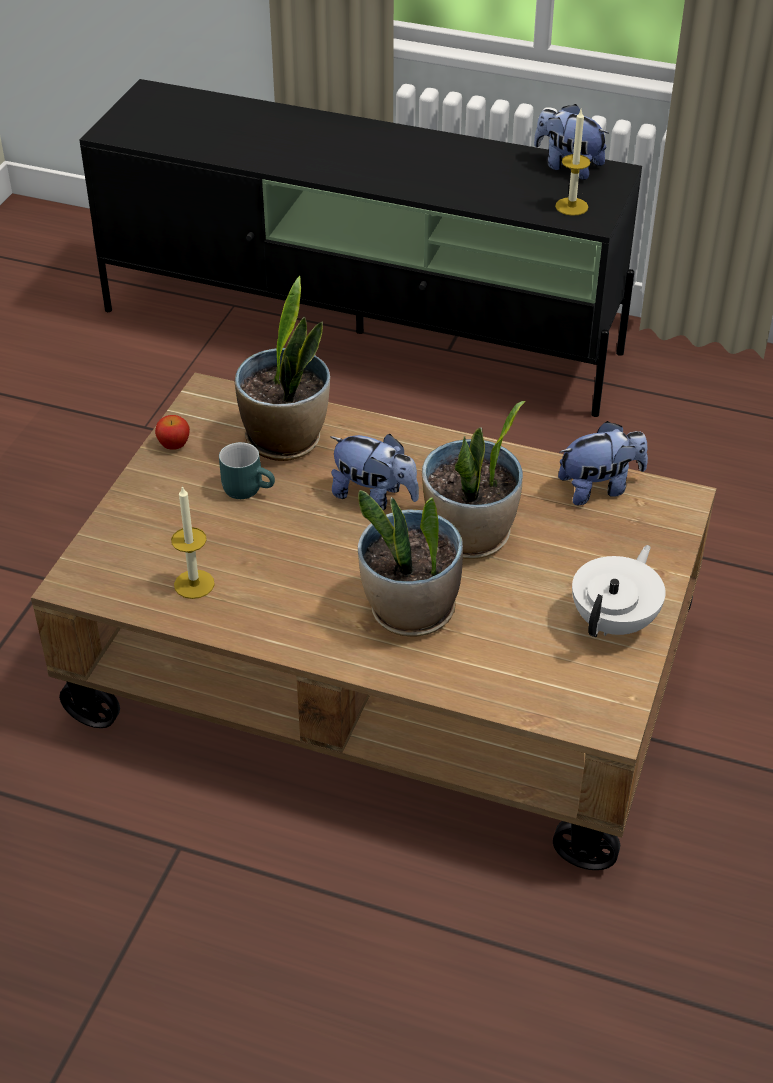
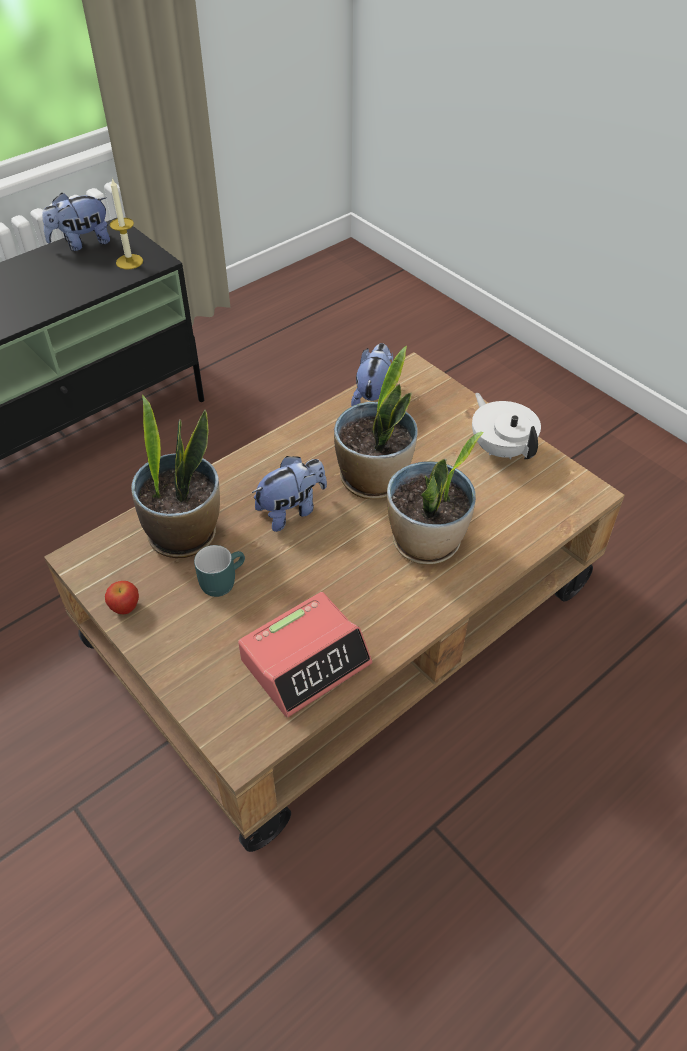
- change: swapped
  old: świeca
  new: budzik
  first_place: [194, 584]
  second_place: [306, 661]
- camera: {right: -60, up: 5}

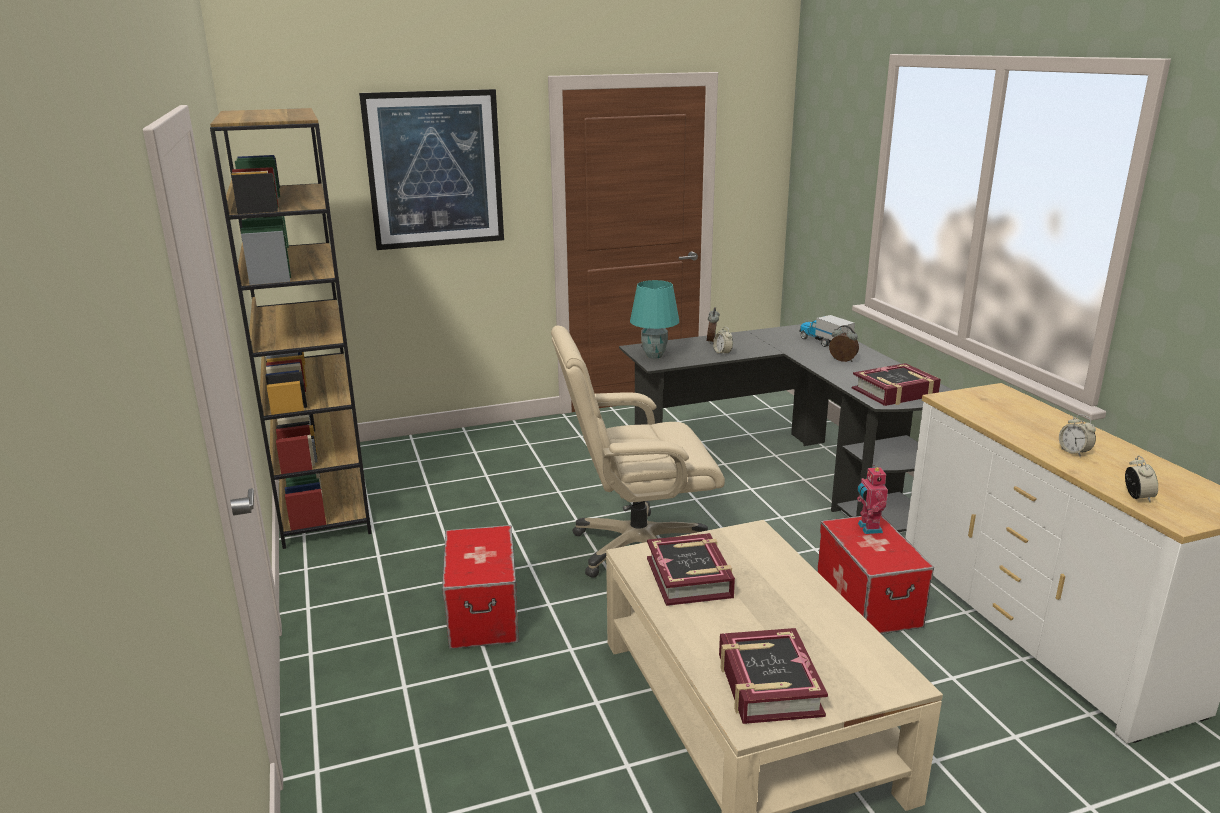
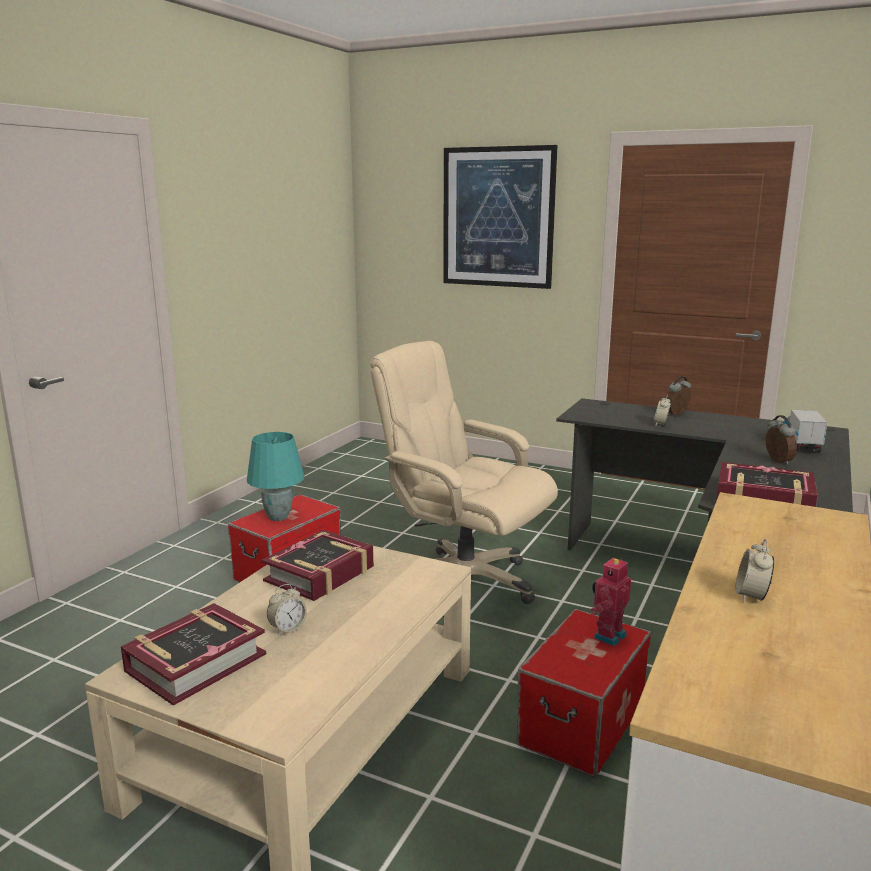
- change: gone
  old: regał (brązowy)
  first_place: [322, 503]
- change: shifted
  old: lampa stołowa (turkusowy)
  first_place: [653, 356]
  second_place: [277, 517]
- change: shifted
  old: budzik
  first_place: [1137, 497]
  second_place: [287, 629]
- camera: {right: 45, up: -5}

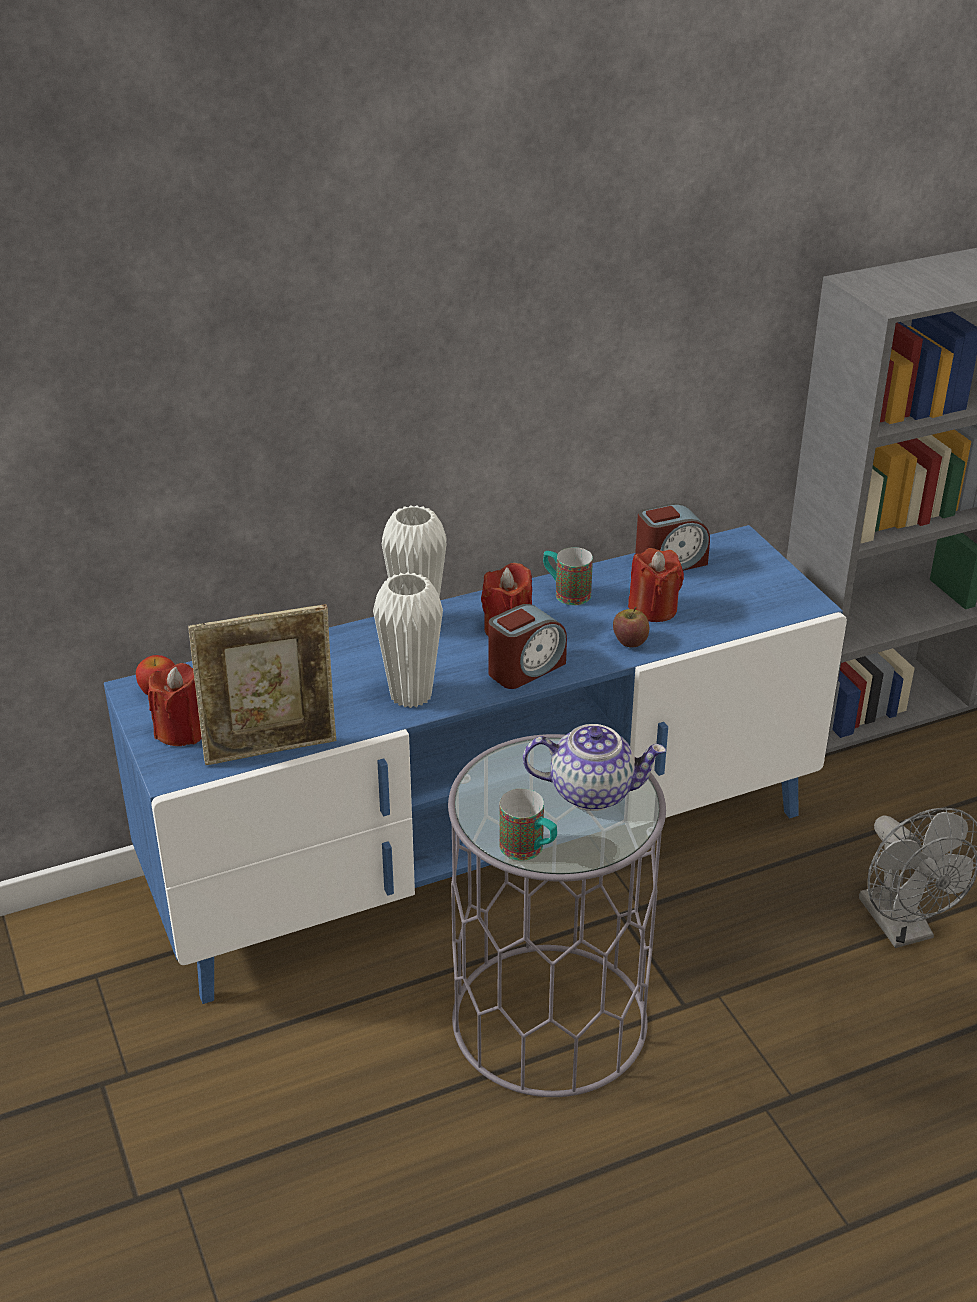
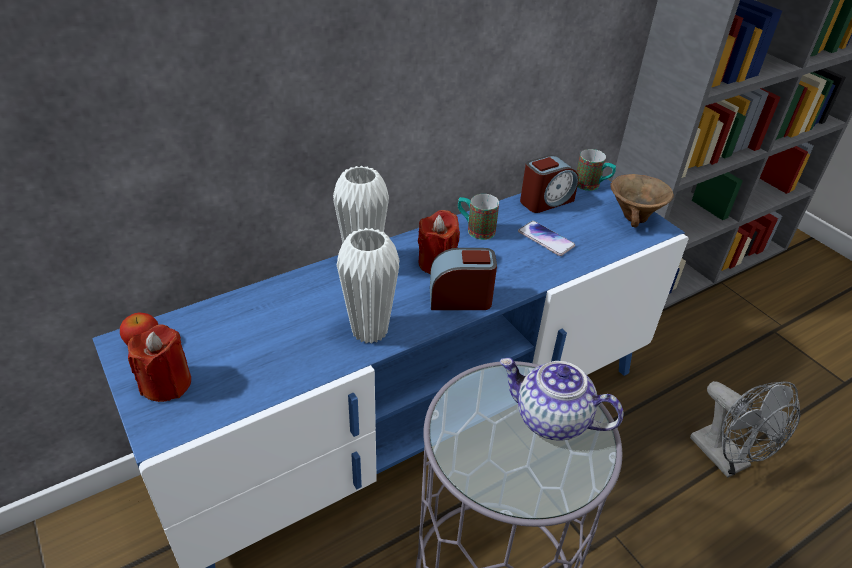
- change: swapped
  old: świeca (czerwony)
  new: telefon
  first_place: [653, 609]
  second_place: [545, 239]
- change: gone
  old: ramka na zdjęcie
  first_place: [271, 748]
- change: rotated
  old: budzik
  first_place: [525, 668]
  second_place: [460, 298]
  degrees: -135
- change: gone
  old: jabłko
  first_place: [630, 641]
- change: rotated
  old: imbryk
  first_place: [592, 791]
  second_place: [551, 419]
  degrees: -150
- change: shifted
  old: kubek
  first_place: [529, 850]
  second_place: [592, 186]
- change: new
  new: miska (brązowy)
  second_place: [634, 218]
- camera: {right: -10, up: 5}

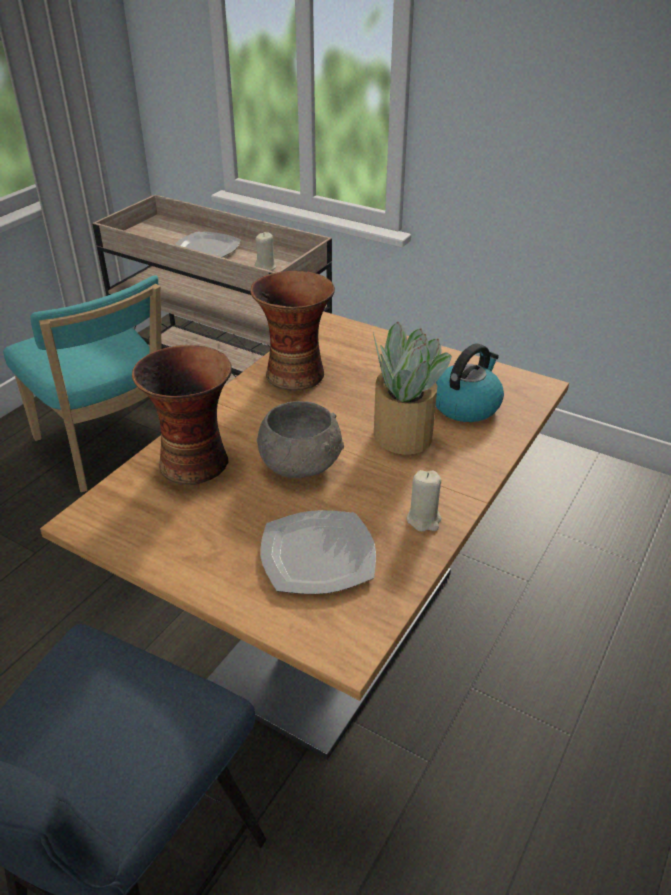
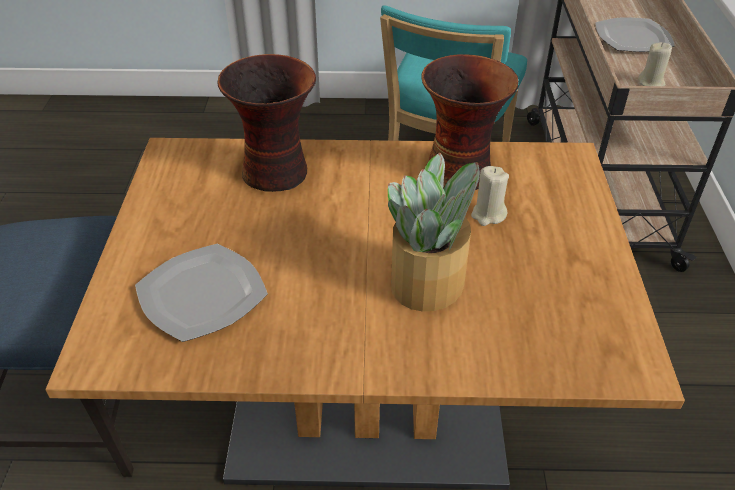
- change: gone
  old: czajnik
  first_place: [466, 405]
- change: gone
  old: miska (szary)
  first_place: [301, 465]
- change: shifted
  old: świeca (beżowy)
  first_place: [424, 519]
  second_place: [488, 215]
- camera: {right: 60, up: 5}

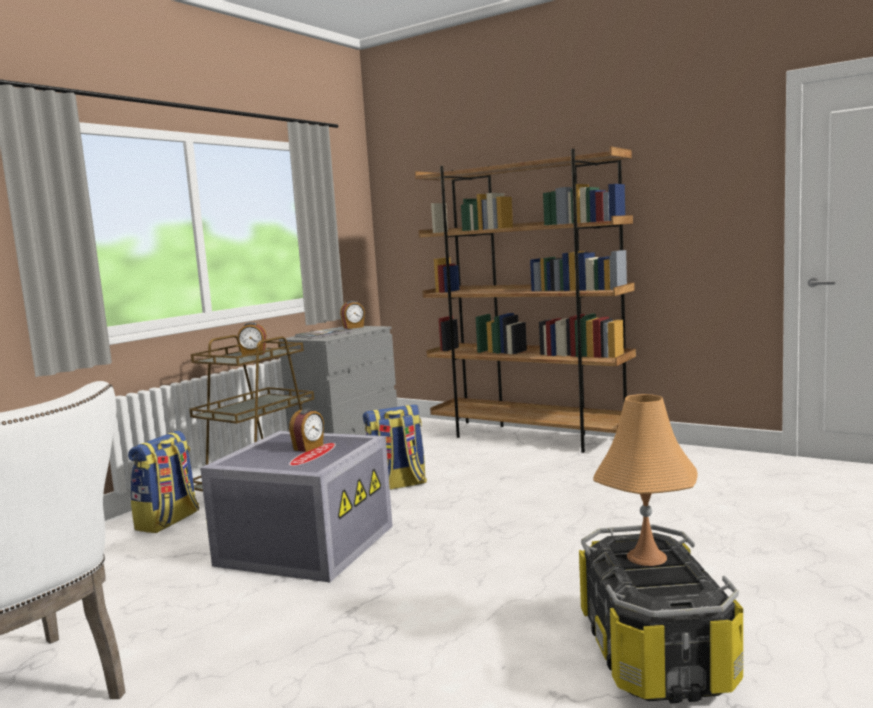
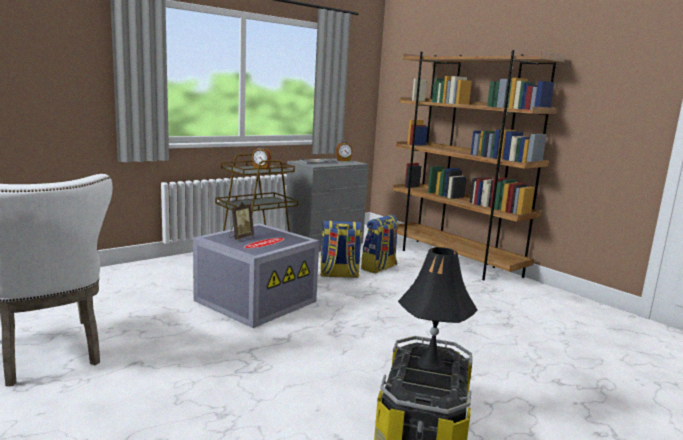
- change: repainted
  old: lampa stołowa (pomarańczowy)
  new: lampa stołowa (czarny)
  first_place: [646, 557]
  second_place: [430, 363]
- change: gone
  old: budzik
  first_place: [309, 447]
- change: shifted
  old: plecak
  first_place: [168, 521]
  second_place: [379, 268]
- change: new
  new: ramka na zdjęcie
  second_place: [240, 237]
- camera: {right: 15, up: 5}

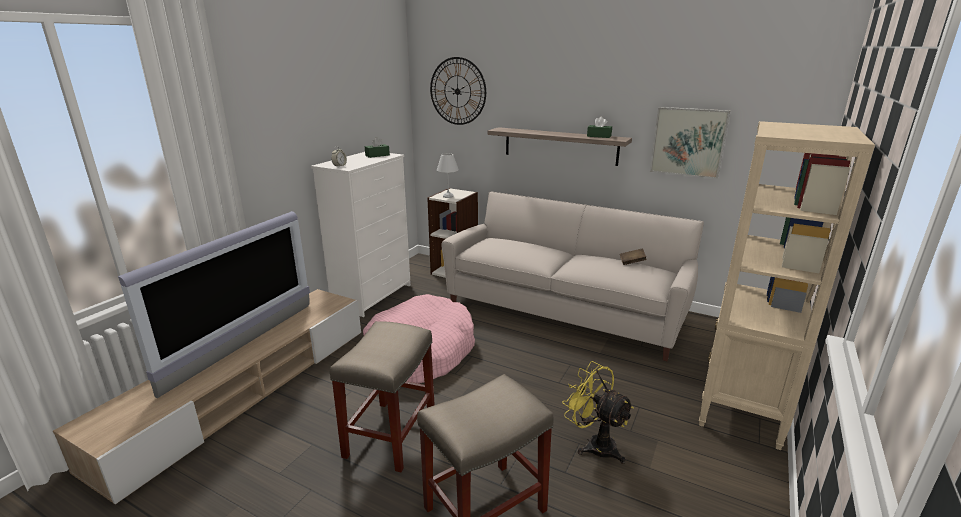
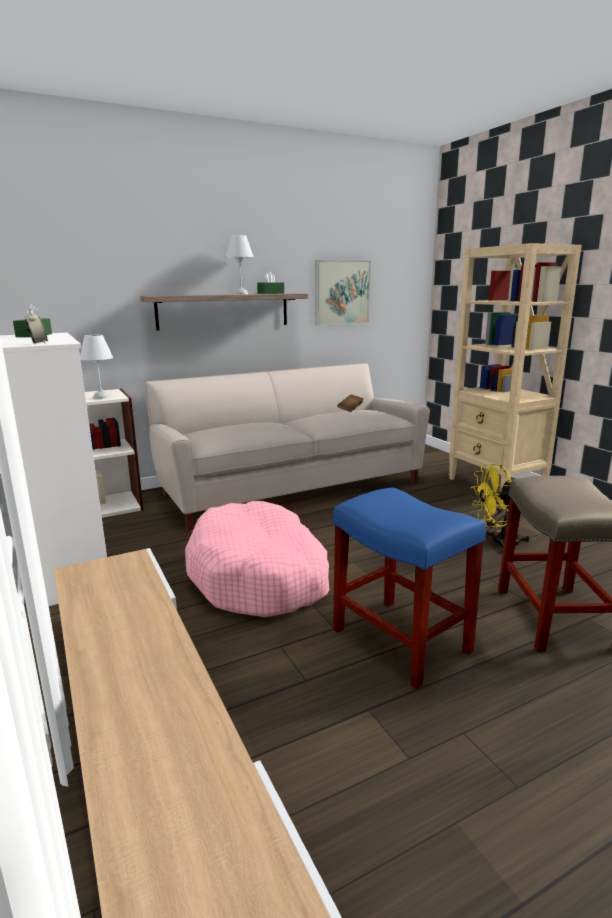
- change: gone
  old: zegar ścienny
  first_place: [457, 91]
- change: gone
  old: telewizor
  first_place: [244, 345]
- change: repainted
  old: stołek (beżowy)
  new: stołek (niebieski)
  first_place: [391, 434]
  second_place: [399, 639]
- change: new
  new: lampa stołowa (biały)
  second_place: [241, 294]
- camera: {right: -55, up: -5}

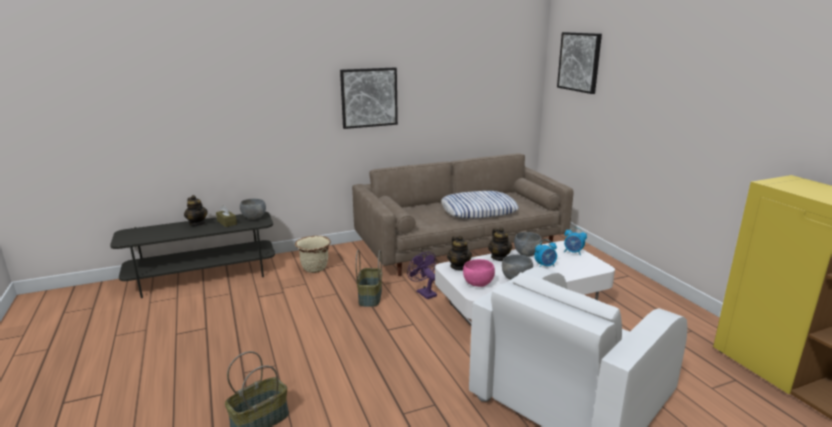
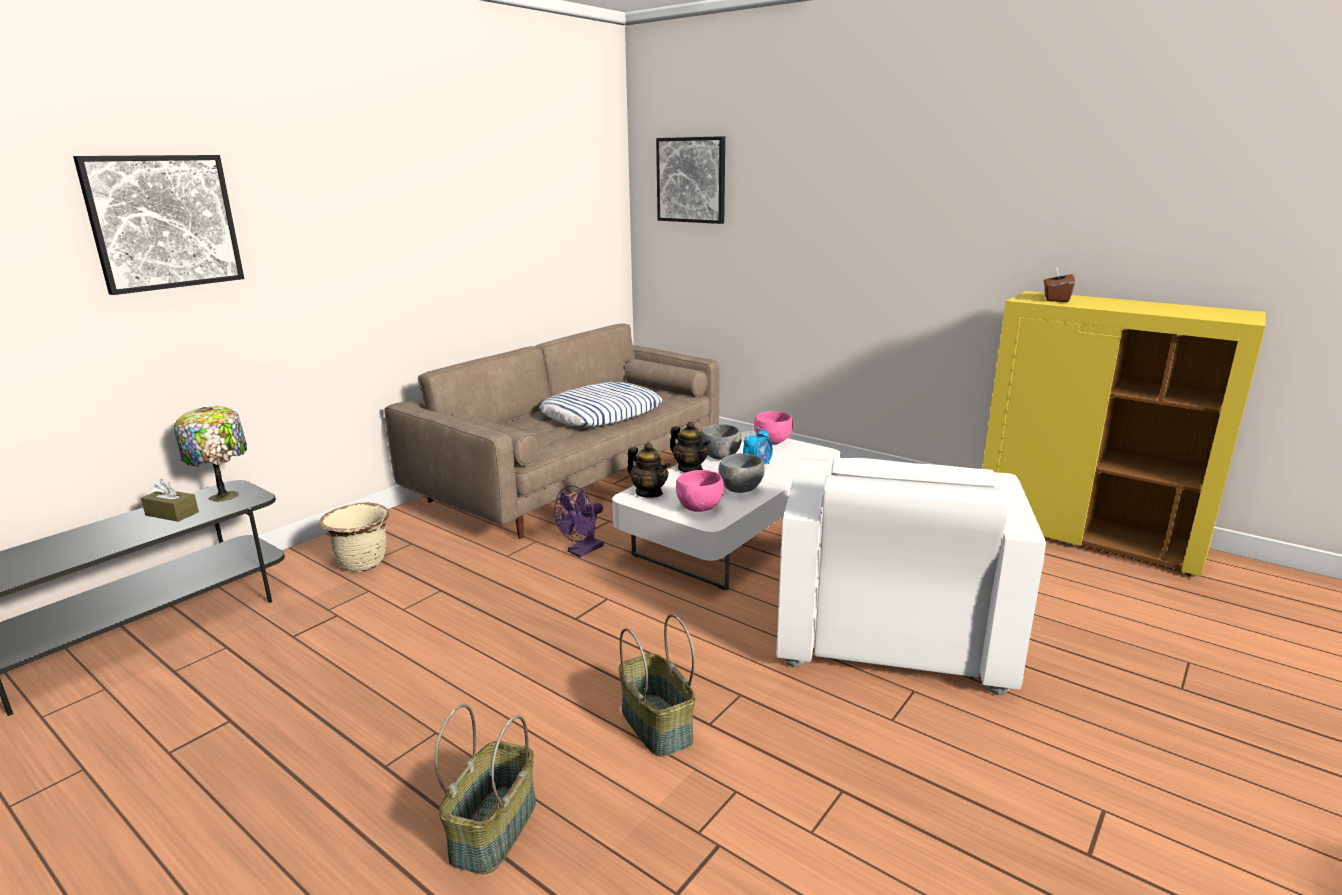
- change: shifted
  old: obraz
  first_place: [369, 97]
  second_place: [163, 222]
- change: gone
  old: imbryk
  first_place: [197, 223]
- change: swapped
  old: miska (szary)
  new: lampa stołowa
  first_place: [254, 218]
  second_place: [225, 495]
- change: swapped
  old: budzik
  new: miska (różowy)
  first_place: [573, 252]
  second_place: [773, 442]
- change: shifted
  old: koszyk
  first_place: [369, 297]
  second_place: [655, 725]
- change: rotated
  old: wentylator (fioletowy)
  first_place: [424, 292]
  second_place: [581, 551]
  degrees: -75
- change: new
  new: pudełko chusteczek (brązowy)
  second_place: [1056, 299]
- camera: {right: -30, up: 0}

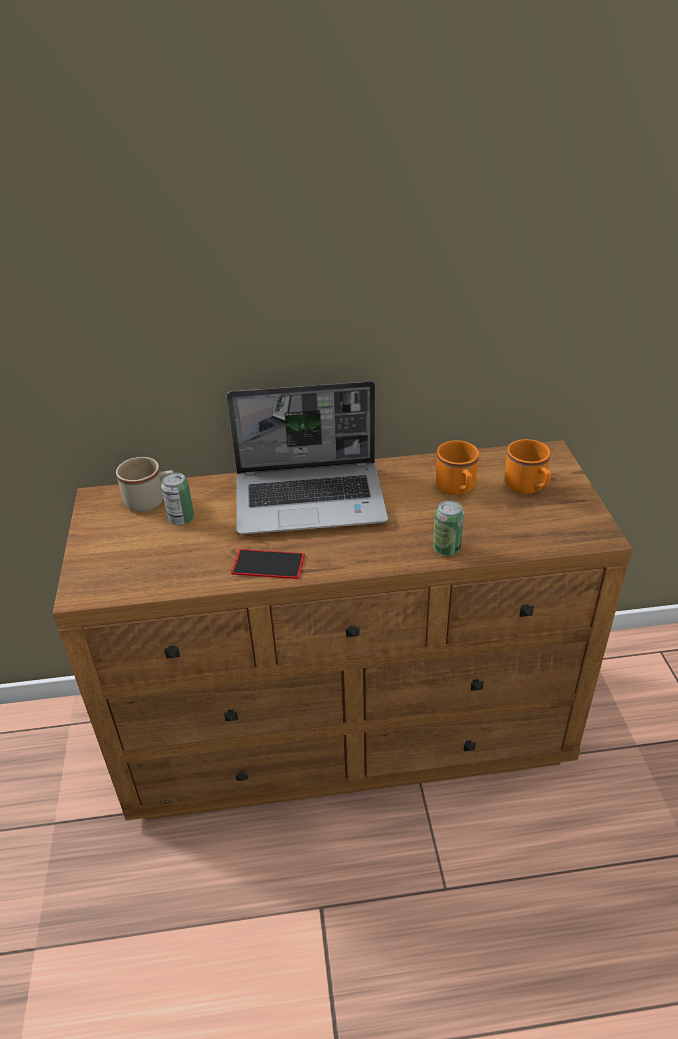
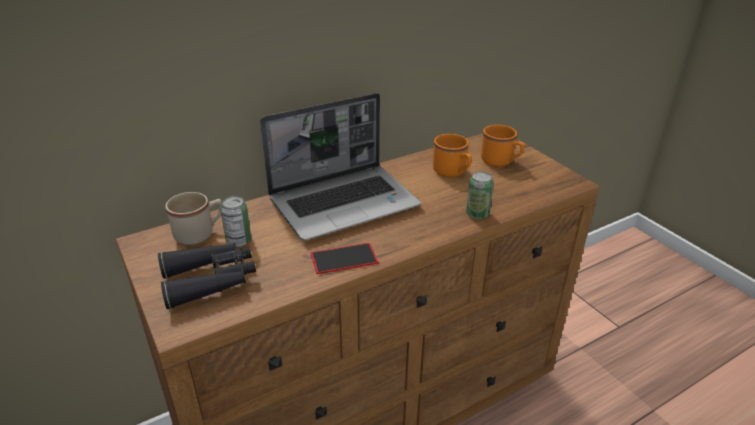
- change: new
  new: lornetka (czarny)
  second_place: [210, 280]
- camera: {right: -25, up: -5}

